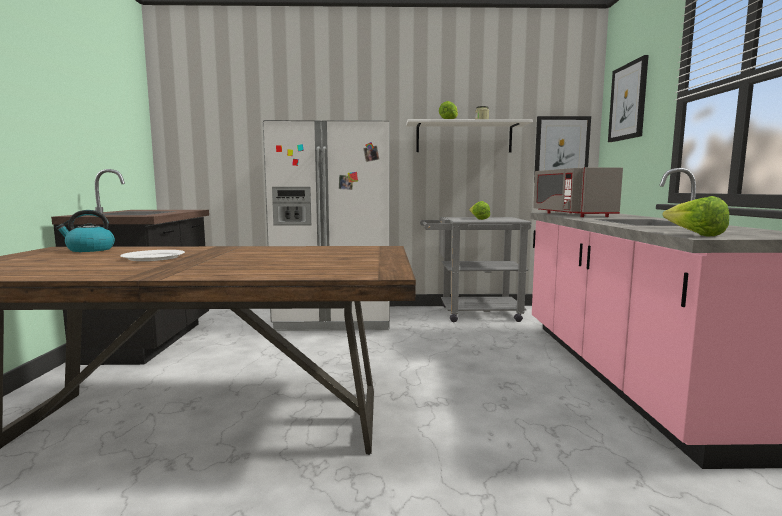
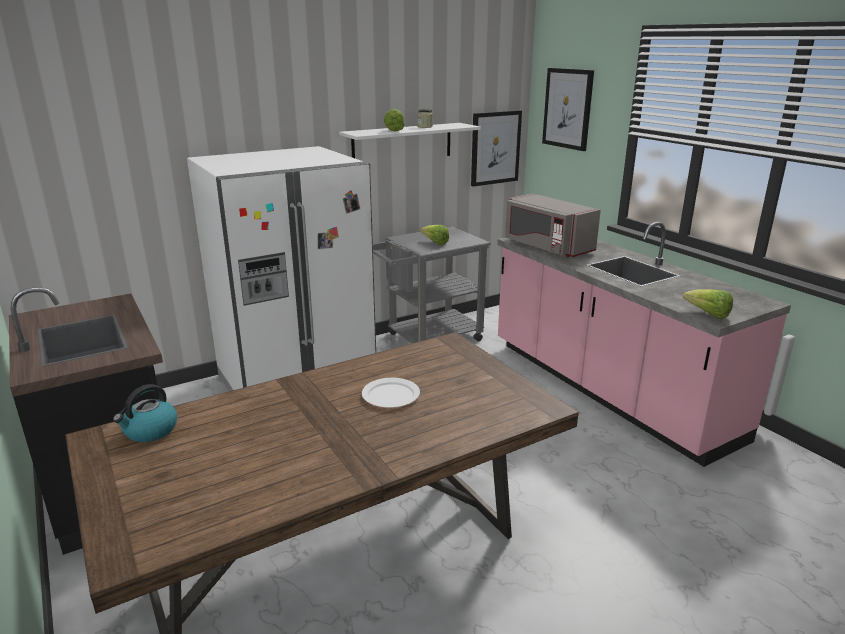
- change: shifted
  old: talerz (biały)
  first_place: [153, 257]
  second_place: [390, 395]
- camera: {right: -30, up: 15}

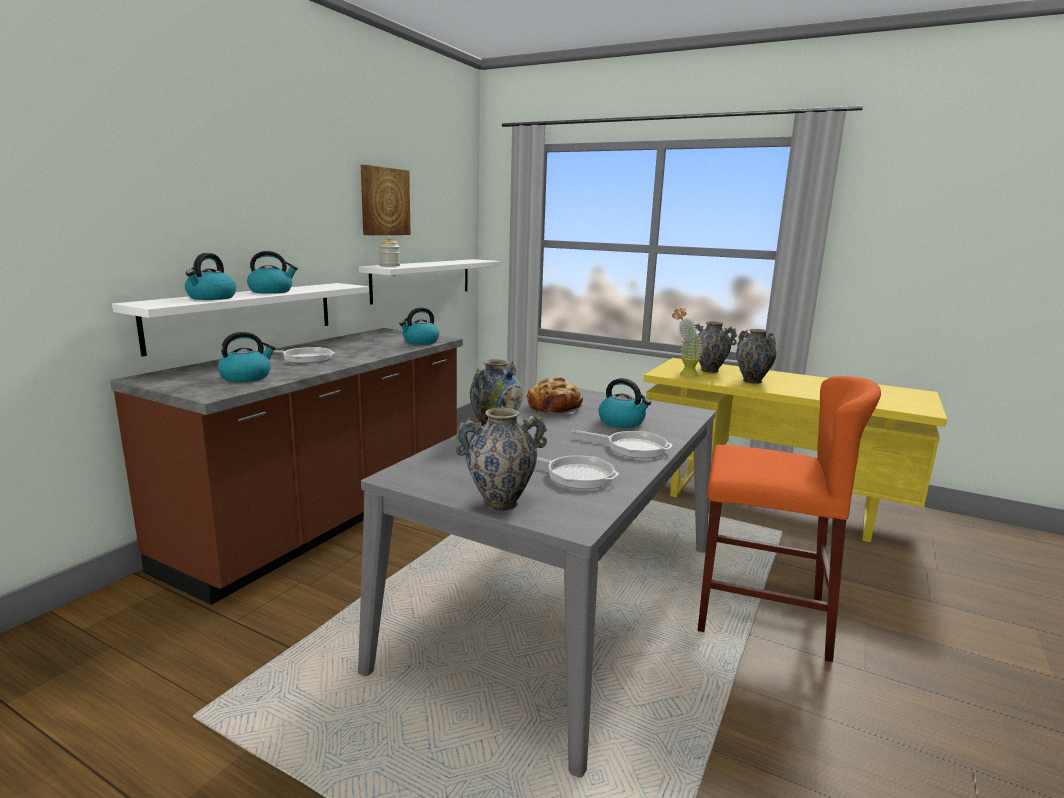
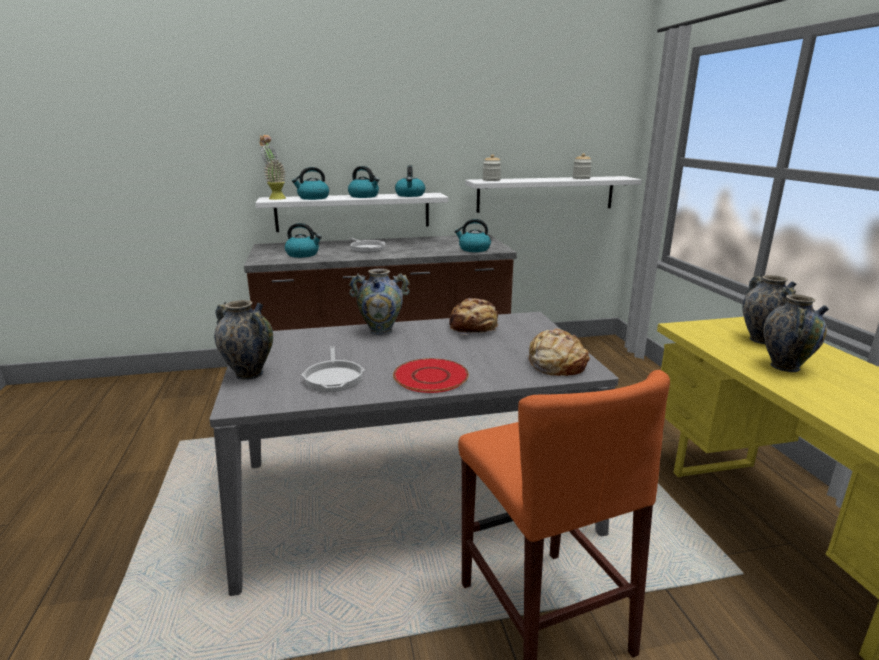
- change: gone
  old: obraz
  first_place: [384, 201]
- change: shifted
  old: roślina doniczkowa
  first_place: [684, 375]
  second_place: [275, 198]
- change: shifted
  old: czajnik
  first_place: [622, 422]
  second_place: [410, 195]
- change: swapped
  old: patelnia
  new: talerz (czerwony)
  first_place: [632, 447]
  second_place: [431, 376]
- change: new
  new: słoik
  second_place: [581, 178]
- change: new
  new: chleb
  second_place: [556, 364]
- camera: {right: 50, up: 5}

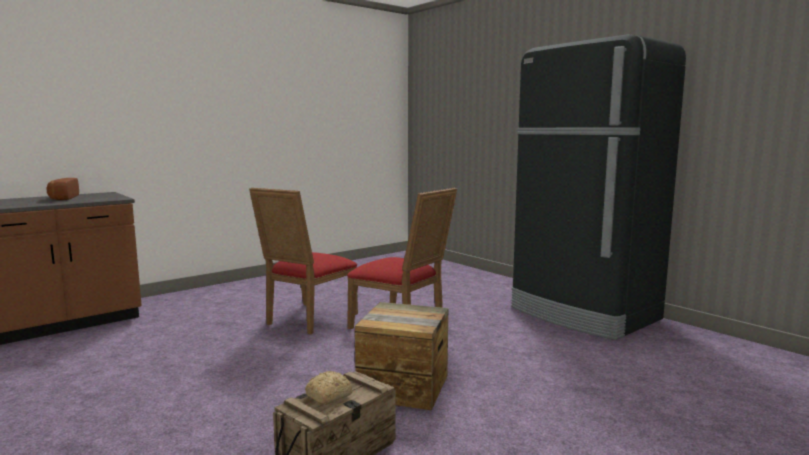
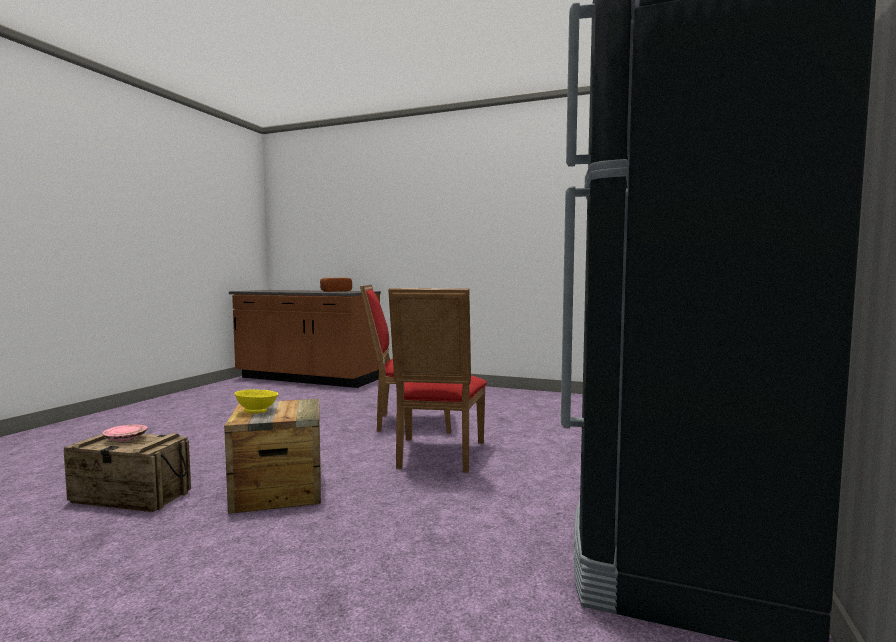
- change: swapped
  old: chleb
  new: talerz (różowy)
  first_place: [327, 396]
  second_place: [125, 438]
- change: new
  new: miska (żółty)
  second_place: [257, 411]
- camera: {right: 60, up: -5}

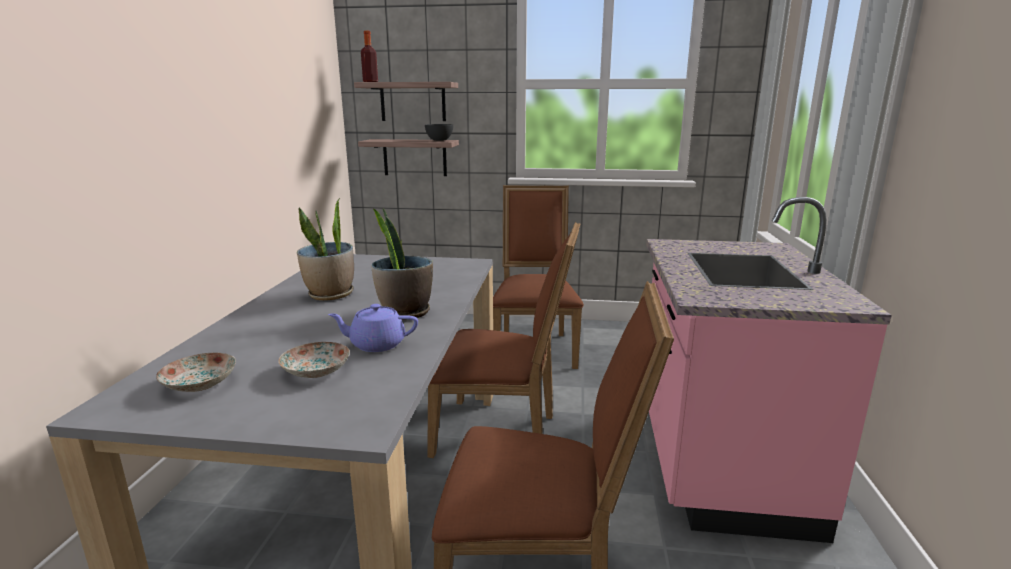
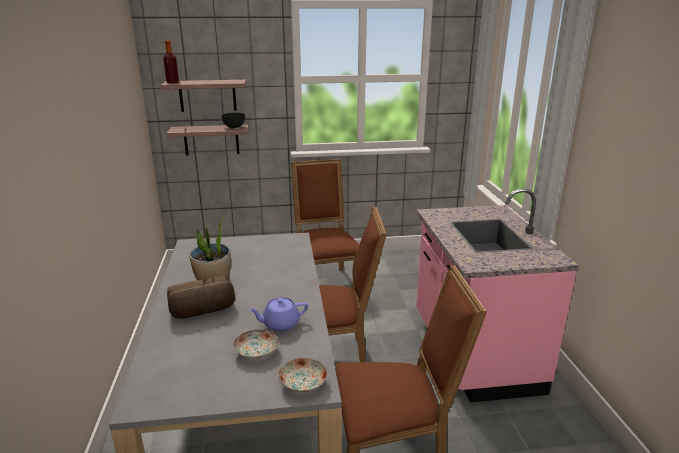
- change: gone
  old: roślina doniczkowa
  first_place: [404, 312]
- change: shifted
  old: talerz
  first_place: [199, 384]
  second_place: [302, 383]
- change: new
  new: chleb
  second_place: [203, 311]
- camera: {right: -15, up: 5}

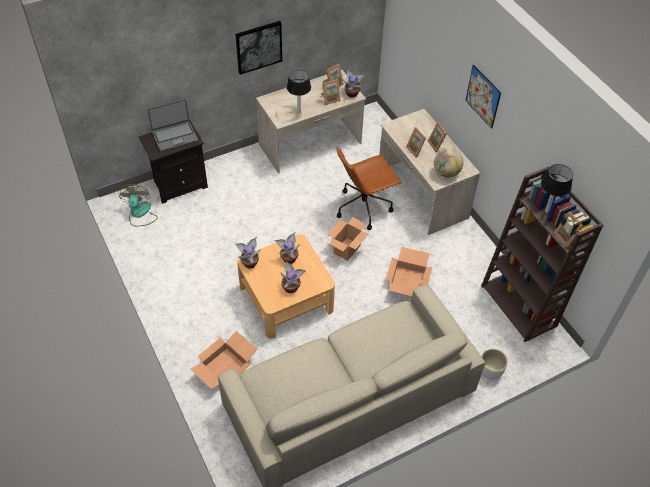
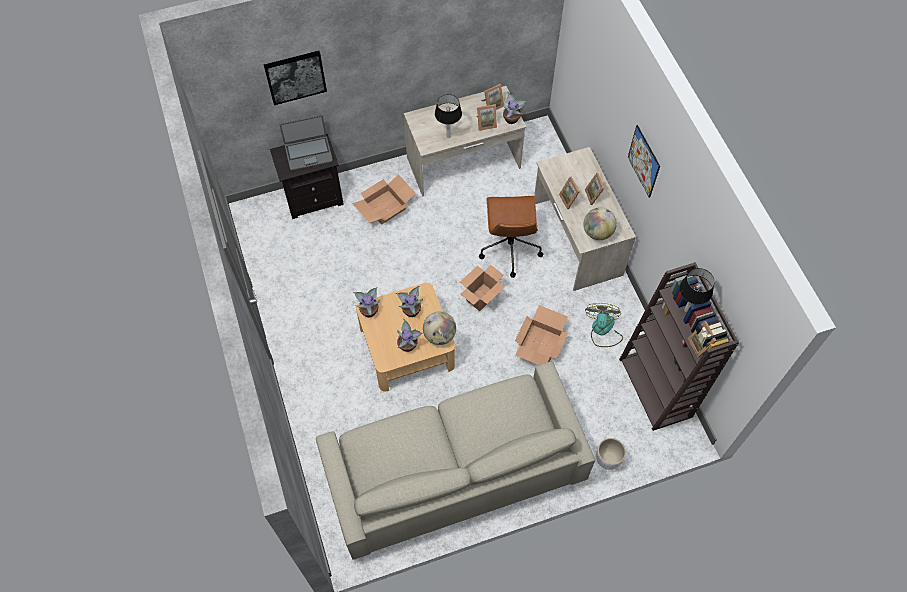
- change: shifted
  old: obraz
  first_place: [258, 47]
  second_place: [295, 77]
- change: rotated
  old: krzesło biurowe (brązowy)
  first_place: [364, 207]
  second_place: [509, 248]
  degrees: -75
- change: shifted
  old: wentylator
  first_place: [140, 214]
  second_place: [602, 330]
- change: shifted
  old: karton
  first_place: [225, 367]
  second_place: [385, 206]
- change: new
  new: globus
  second_place: [439, 335]
- camera: {right: 10, up: 10}

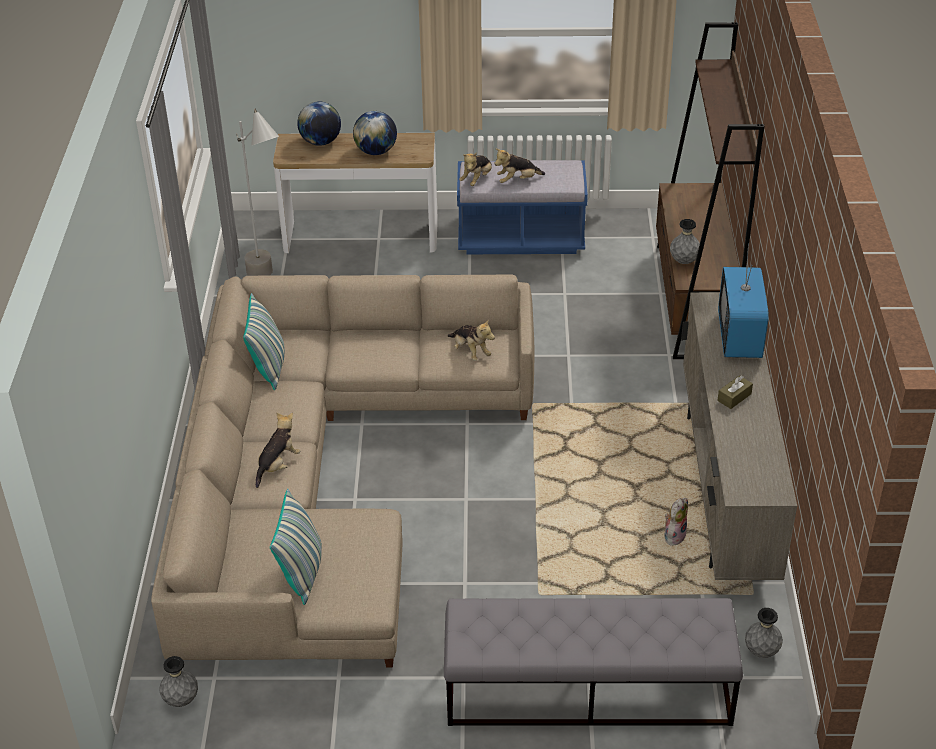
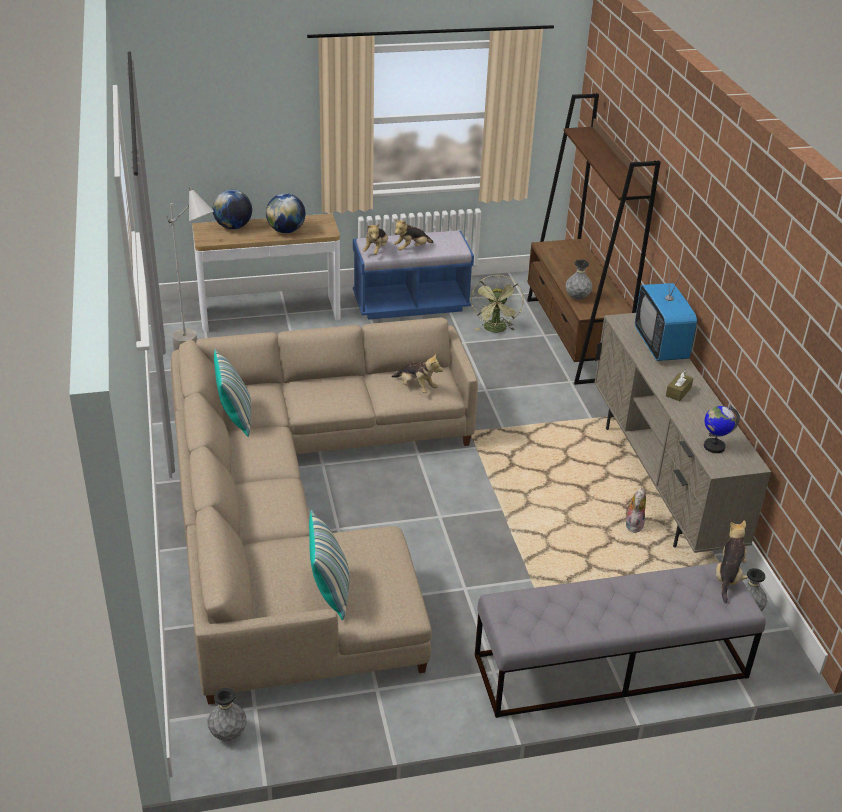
- change: shifted
  old: pluszak
  first_place: [278, 465]
  second_place: [728, 577]
- change: new
  new: wentylator (zielony)
  second_place: [496, 330]
- change: new
  new: globus
  second_place: [714, 446]
- camera: {right: -15, up: -5}

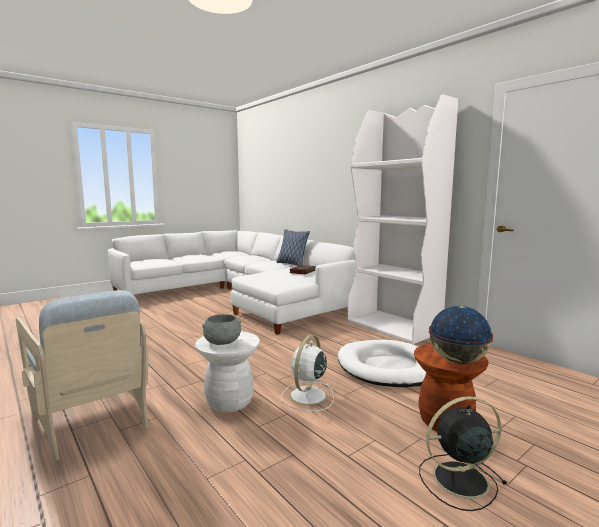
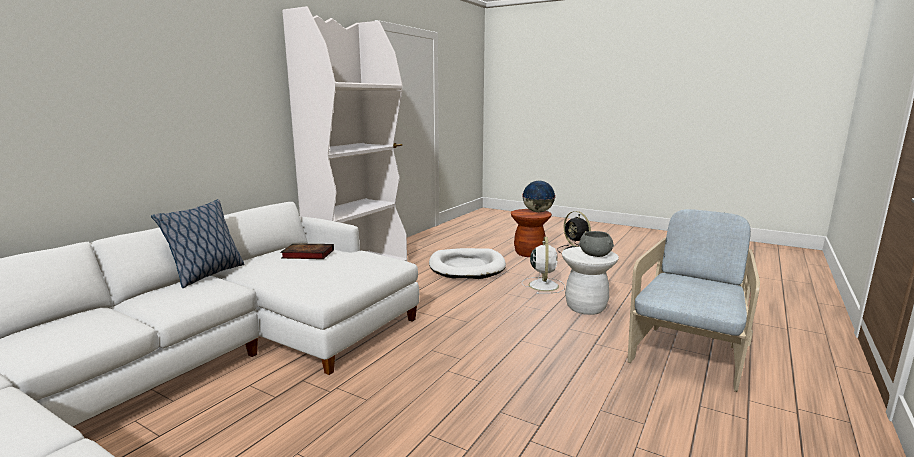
- change: rotated
  old: wentylator (biały)
  first_place: [307, 396]
  second_place: [543, 285]
  degrees: -90
- camera: {right: -110, up: 5}

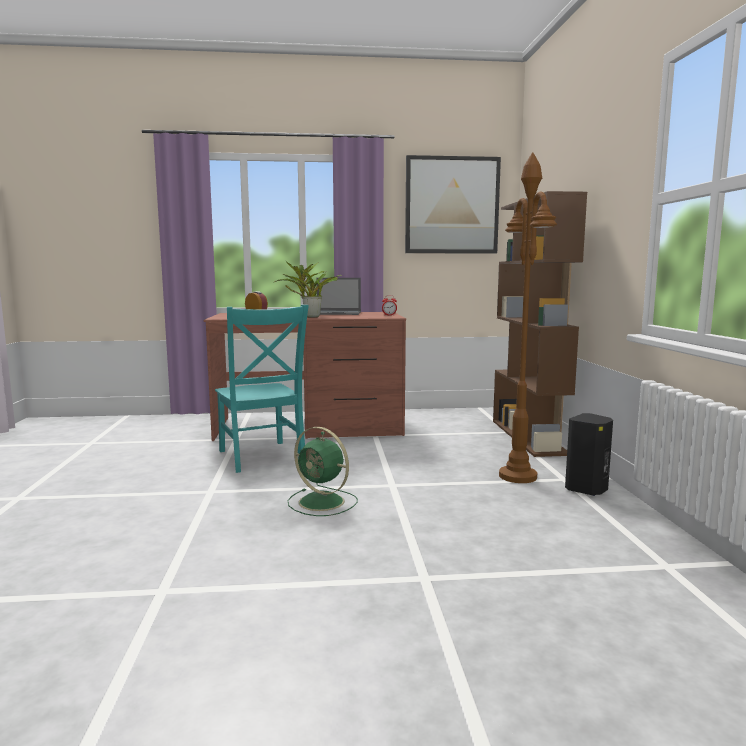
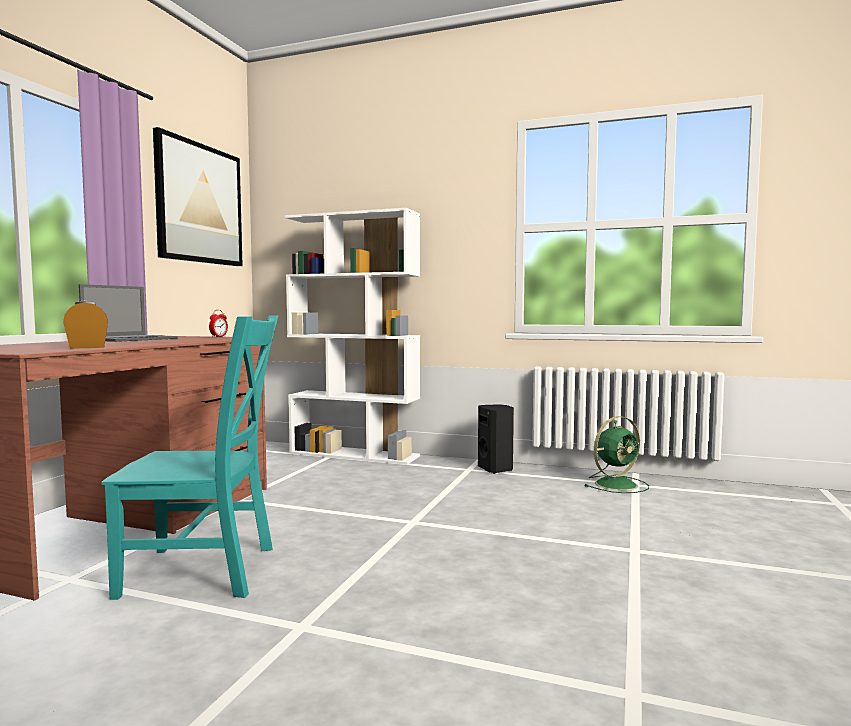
- change: gone
  old: lampa stojąca (brązowy)
  first_place: [518, 476]
- change: repainted
  old: regał (brązowy)
  new: regał (biały)
  first_place: [529, 437]
  second_place: [355, 454]
- change: gone
  old: roślina doniczkowa
  first_place: [309, 317]
- change: shifted
  old: wentylator (zielony)
  first_place: [323, 502]
  second_place: [617, 484]
- camera: {right: -65, up: -5}

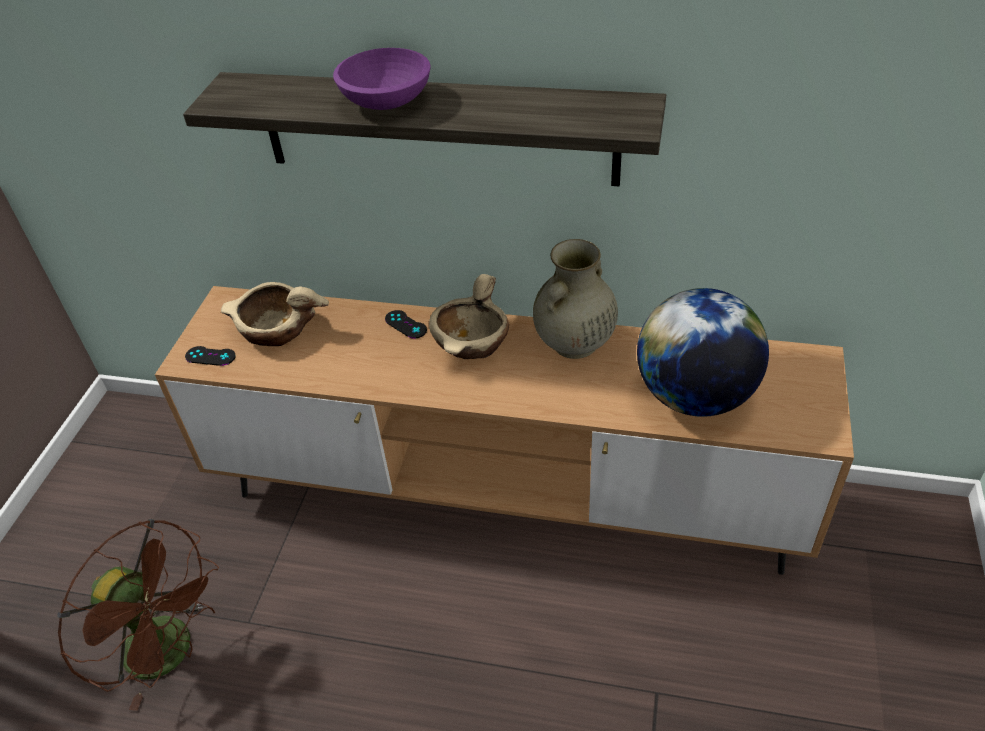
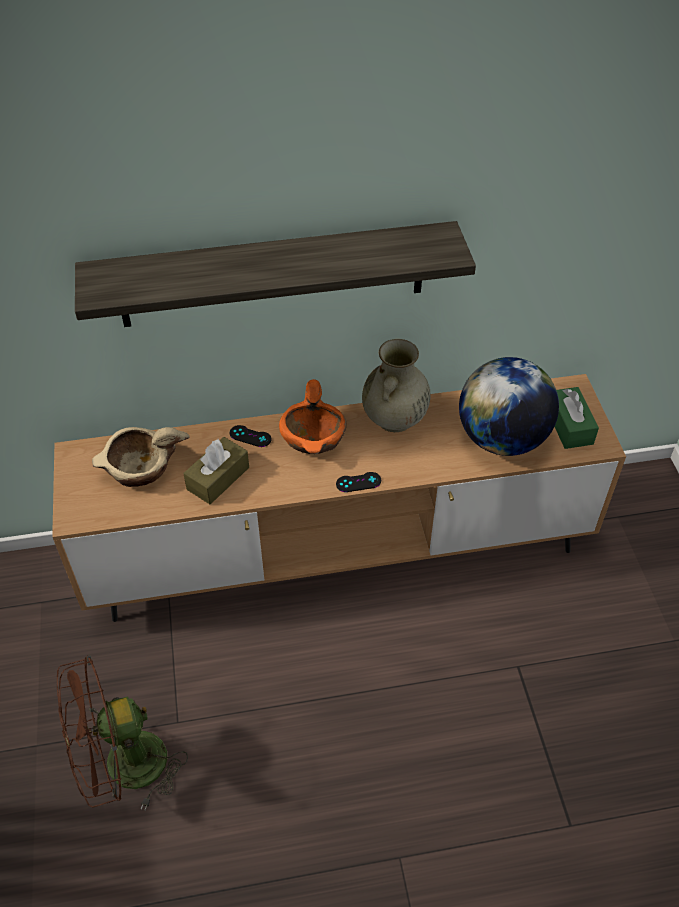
- change: gone
  old: miska (fioletowy)
  first_place: [386, 102]
- change: repainted
  old: miska (beżowy)
  new: miska (pomarańczowy)
  first_place: [472, 342]
  second_place: [313, 438]
- change: shifted
  old: pad do gier (czarny)
  first_place: [210, 356]
  second_place: [358, 482]
- change: rotated
  old: wentylator (brązowy)
  first_place: [171, 652]
  second_place: [123, 768]
  degrees: 150
- change: new
  new: pudełko chusteczek (zielony)
  second_place: [569, 426]
- change: new
  new: pudełko chusteczek (brązowy)
  second_place: [218, 478]
- camera: {right: -25, up: 5}

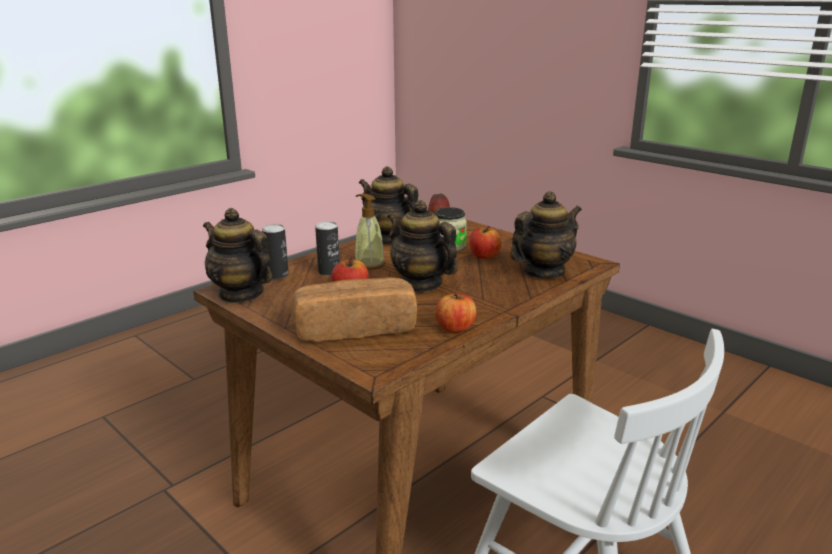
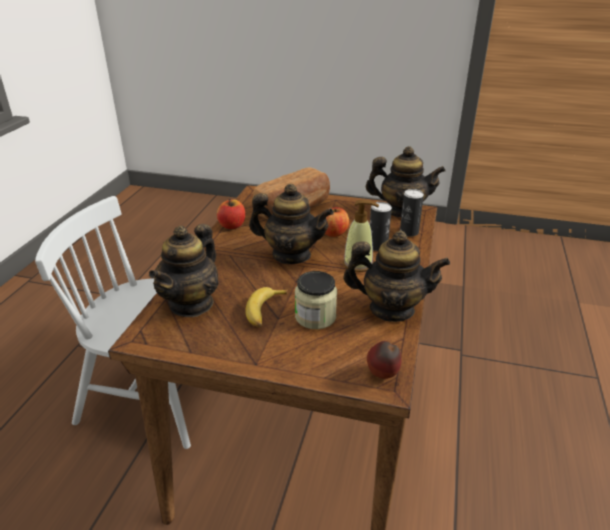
- change: swapped
  old: jabłko
  new: banan
  first_place: [484, 256]
  second_place: [265, 312]
- camera: {right: 150, up: 10}

